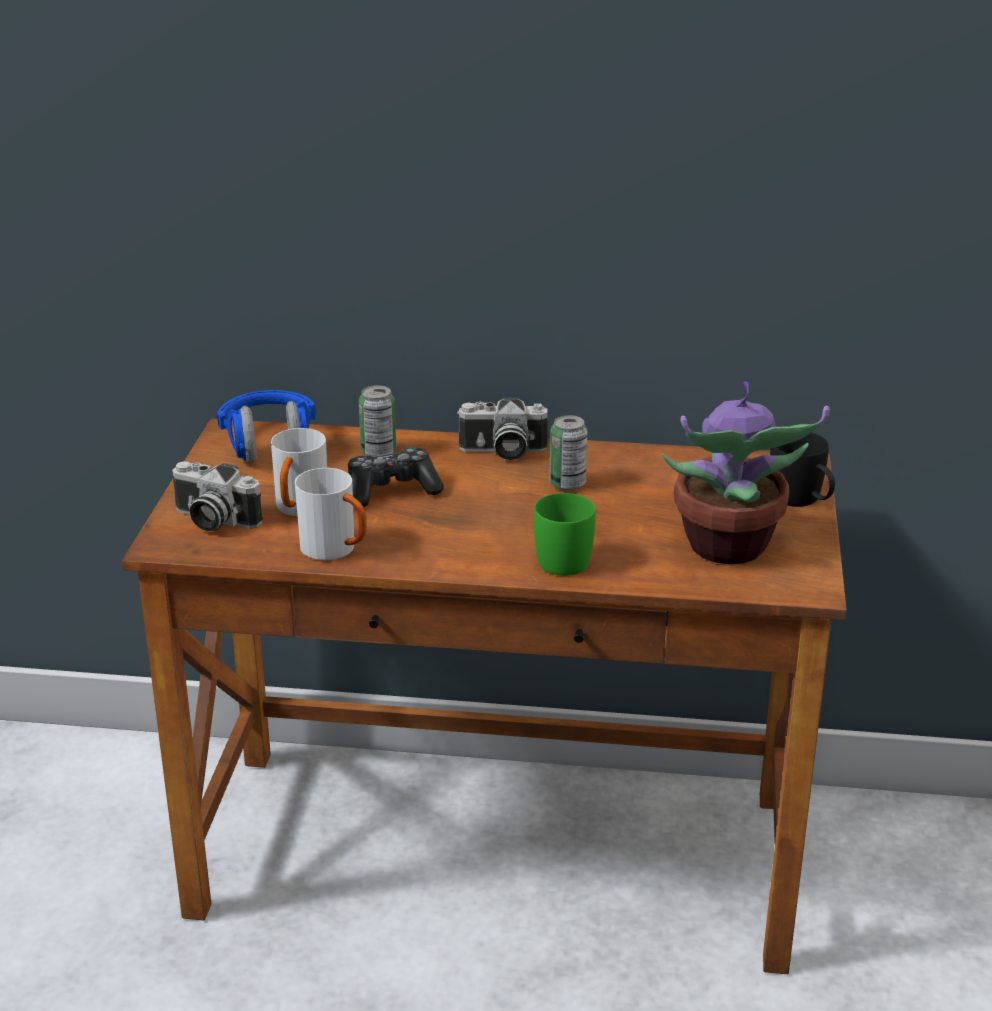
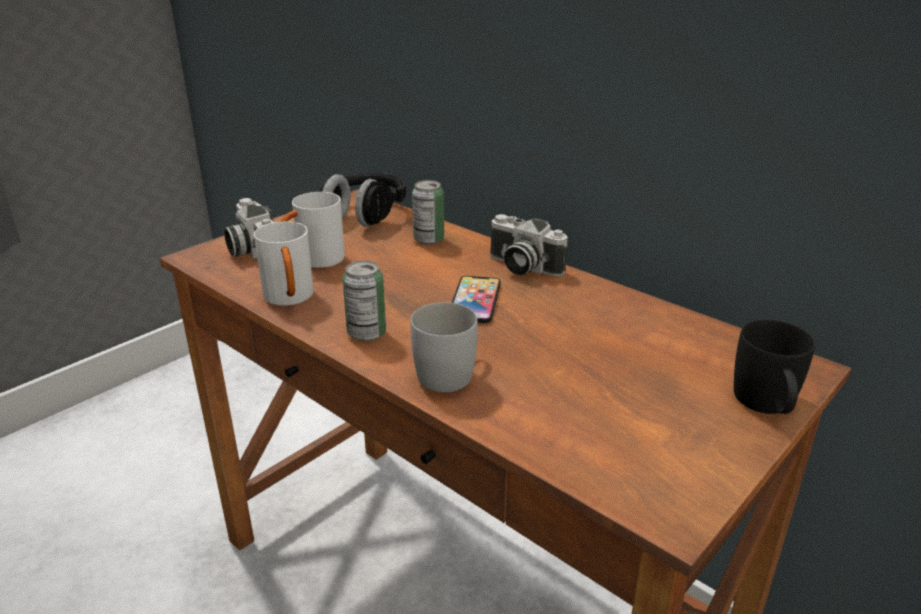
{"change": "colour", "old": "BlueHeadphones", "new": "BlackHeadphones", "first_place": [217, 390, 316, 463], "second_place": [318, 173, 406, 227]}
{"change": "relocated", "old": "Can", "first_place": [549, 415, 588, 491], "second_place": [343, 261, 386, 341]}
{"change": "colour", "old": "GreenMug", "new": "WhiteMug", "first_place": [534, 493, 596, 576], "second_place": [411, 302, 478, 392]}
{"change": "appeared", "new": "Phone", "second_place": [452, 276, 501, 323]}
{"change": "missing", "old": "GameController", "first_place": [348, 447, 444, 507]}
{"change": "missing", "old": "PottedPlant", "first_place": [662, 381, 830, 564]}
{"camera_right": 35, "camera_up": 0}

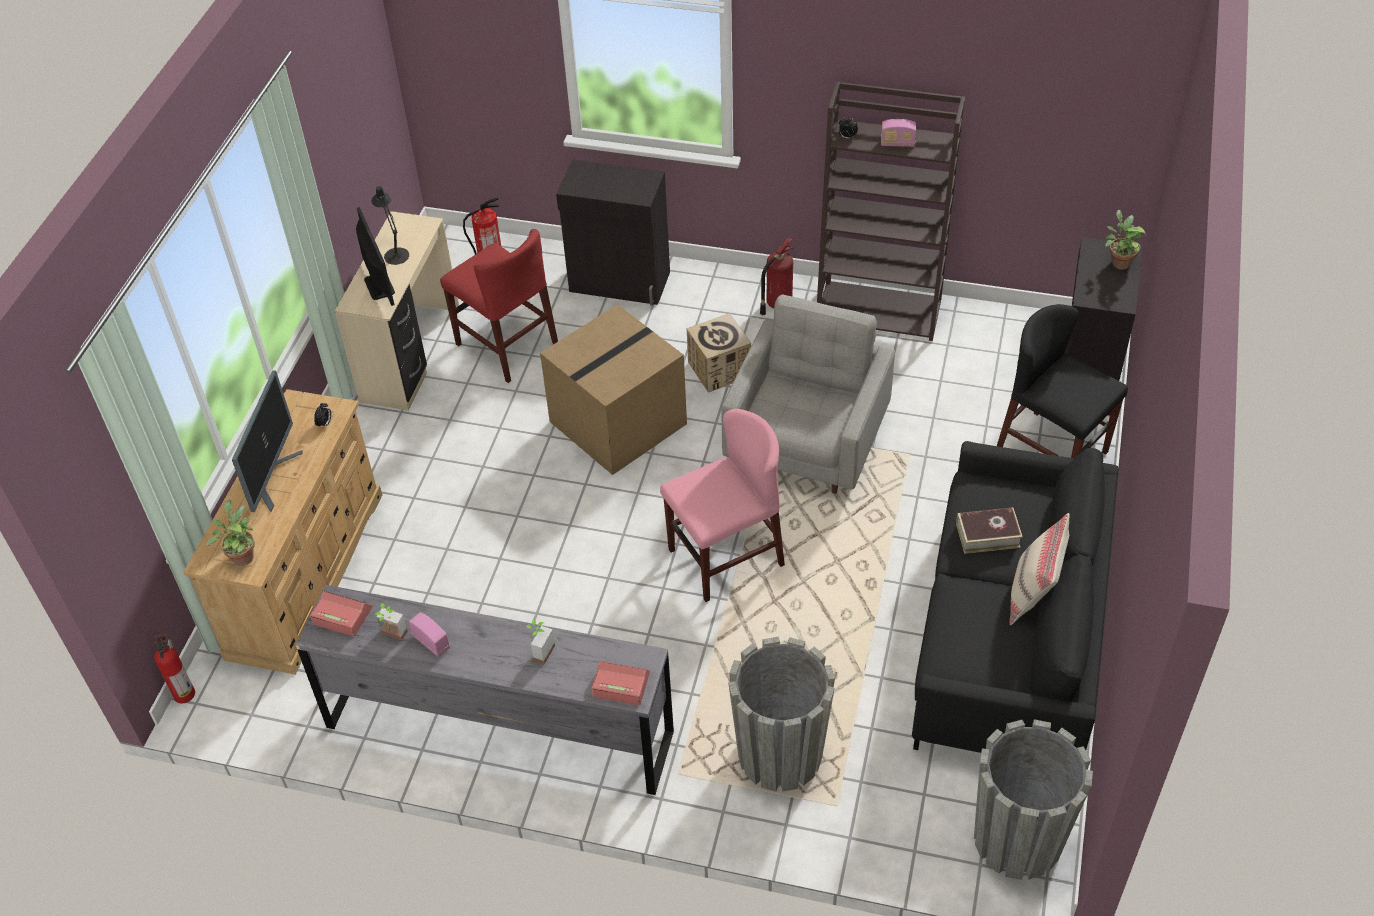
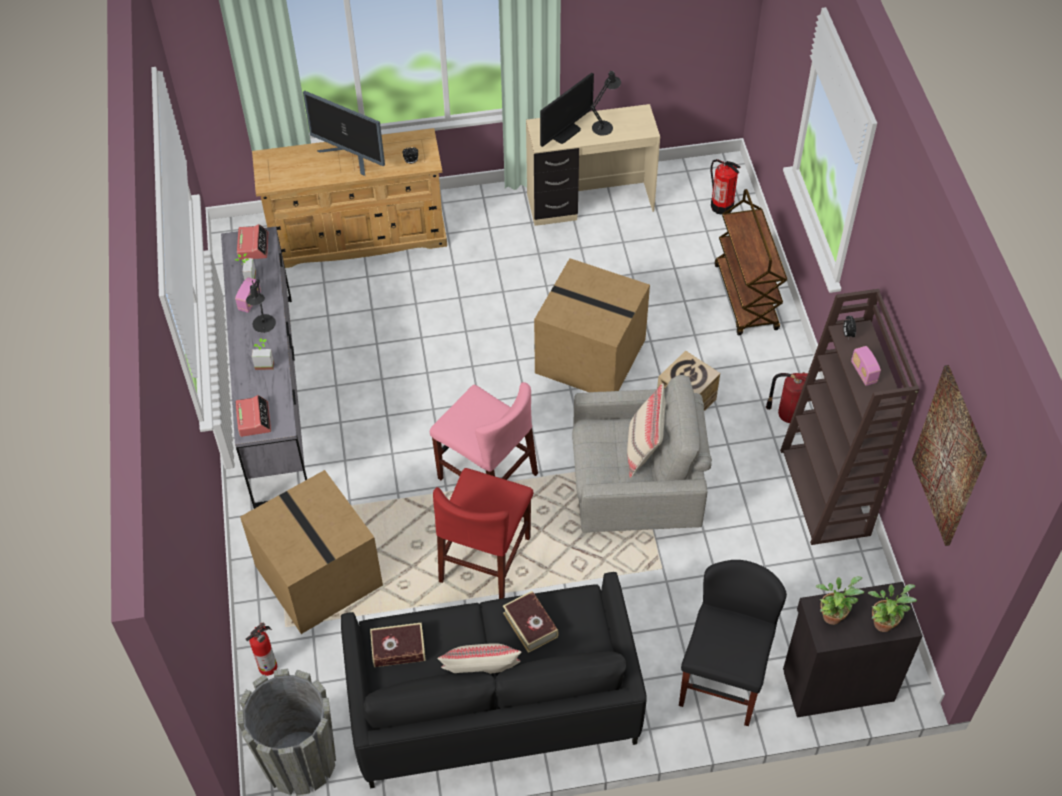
{"change": "exchanged", "old": "GreyPlanter", "new": "CardboardBox", "first_place": [728, 637, 835, 792], "second_place": [240, 470, 383, 634]}
{"change": "appeared", "new": "BlackTableLamp", "second_place": [246, 279, 276, 333]}
{"change": "relocated", "old": "FireExtinguisher", "first_place": [154, 632, 195, 703], "second_place": [246, 622, 277, 676]}
{"change": "spun", "old": "Monitor", "first_place": [232, 371, 303, 512], "second_place": [303, 91, 385, 176], "degrees": 45}
{"change": "appeared", "new": "Book", "second_place": [370, 623, 426, 667]}
{"change": "relocated", "old": "RedChair", "first_place": [440, 229, 558, 383], "second_place": [433, 468, 533, 599]}
{"change": "appeared", "new": "BeigePillow", "second_place": [627, 383, 666, 478]}
{"change": "exchanged", "old": "BlackCabinet", "new": "BrownCart", "first_place": [556, 159, 670, 306], "second_place": [715, 189, 787, 336]}
{"change": "relocated", "old": "PottedPlant", "first_place": [206, 500, 255, 566], "second_place": [816, 576, 864, 625]}
{"change": "appeared", "new": "Picture", "second_place": [912, 365, 987, 546]}
{"camera_right": 65, "camera_up": 5}

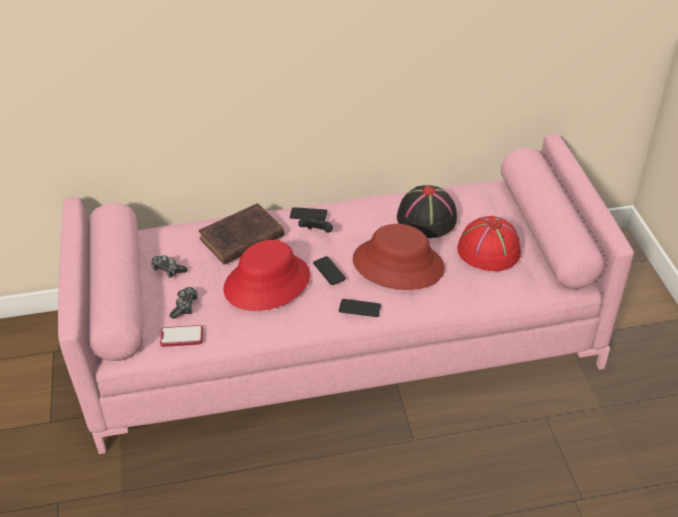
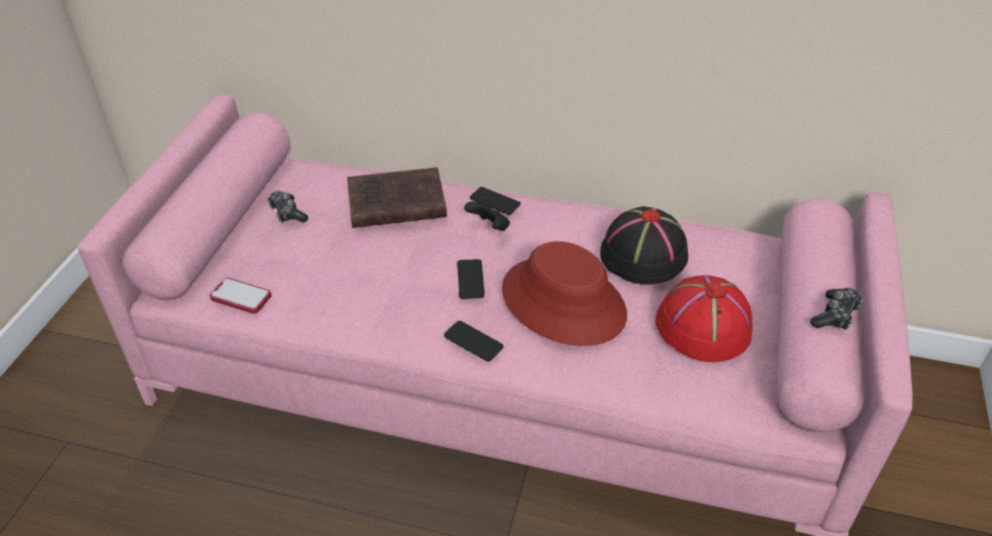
{"change": "relocated", "old": "GameController", "first_place": [170, 287, 198, 319], "second_place": [810, 288, 863, 330]}
{"change": "missing", "old": "RedHat", "first_place": [223, 240, 310, 311]}
{"camera_right": 25, "camera_up": 0}

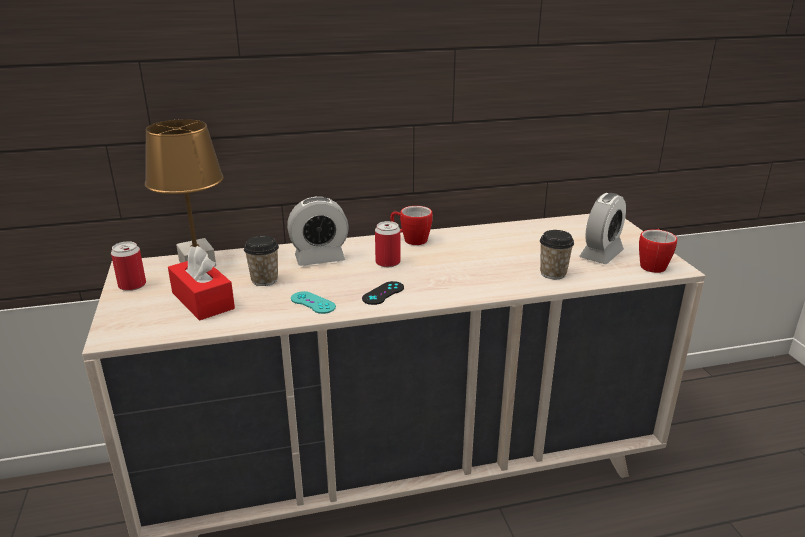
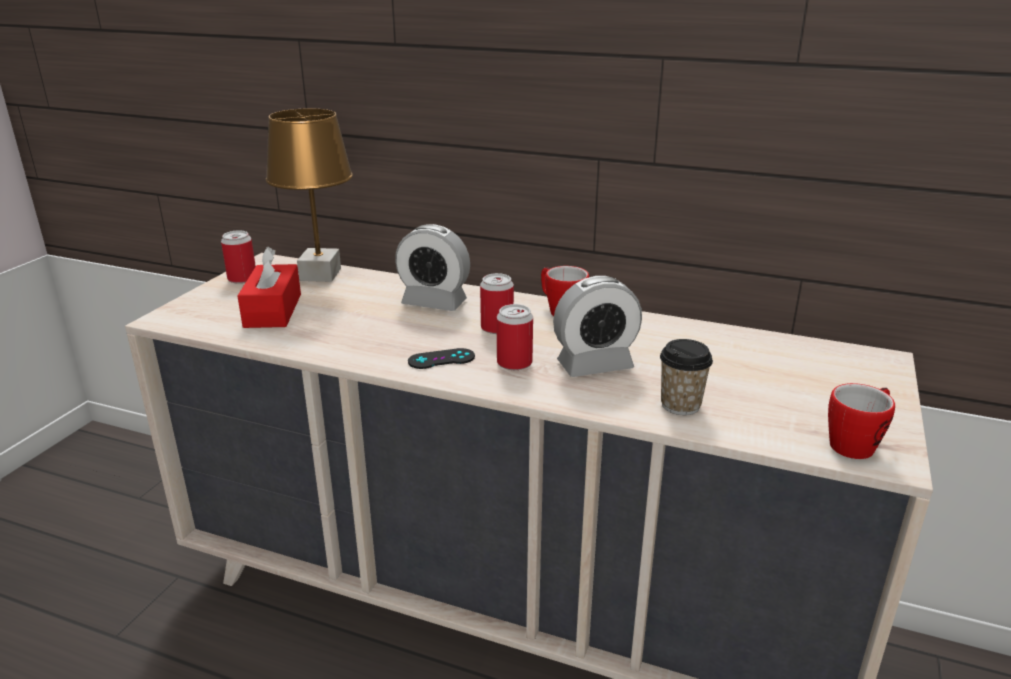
{"change": "appeared", "new": "Can", "second_place": [497, 304, 533, 370]}
{"change": "relocated", "old": "AlarmClock", "first_place": [579, 193, 626, 264], "second_place": [553, 276, 642, 377]}
{"change": "missing", "old": "Cup", "first_place": [244, 235, 279, 286]}
{"change": "missing", "old": "TurquoiseGameController", "first_place": [291, 291, 336, 314]}
{"camera_right": 35, "camera_up": 0}

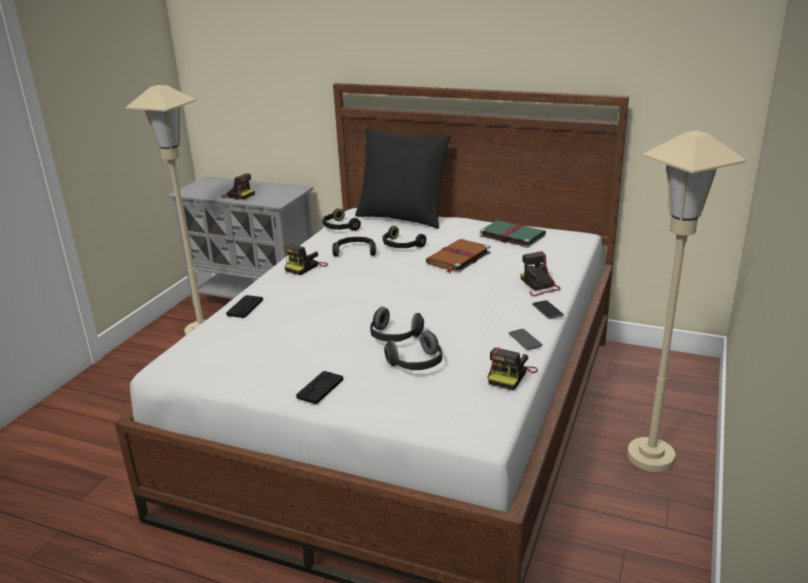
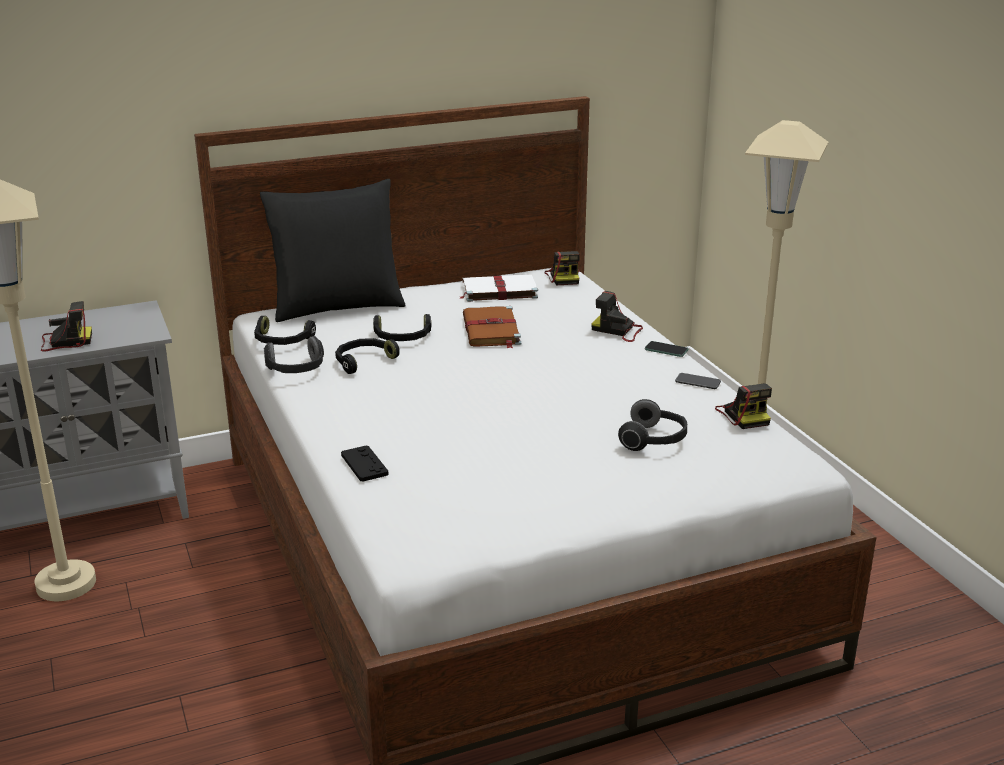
{"change": "relocated", "old": "Headphones", "first_place": [370, 307, 424, 342], "second_place": [264, 336, 324, 373]}
{"change": "colour", "old": "GreenBook", "new": "WhiteBook", "first_place": [479, 220, 546, 248], "second_place": [459, 275, 538, 302]}
{"change": "relocated", "old": "PhotoCamera", "first_place": [284, 244, 328, 275], "second_place": [545, 251, 580, 285]}
{"change": "missing", "old": "BlackGameController", "first_place": [296, 371, 343, 404]}
{"camera_right": -45, "camera_up": 0}

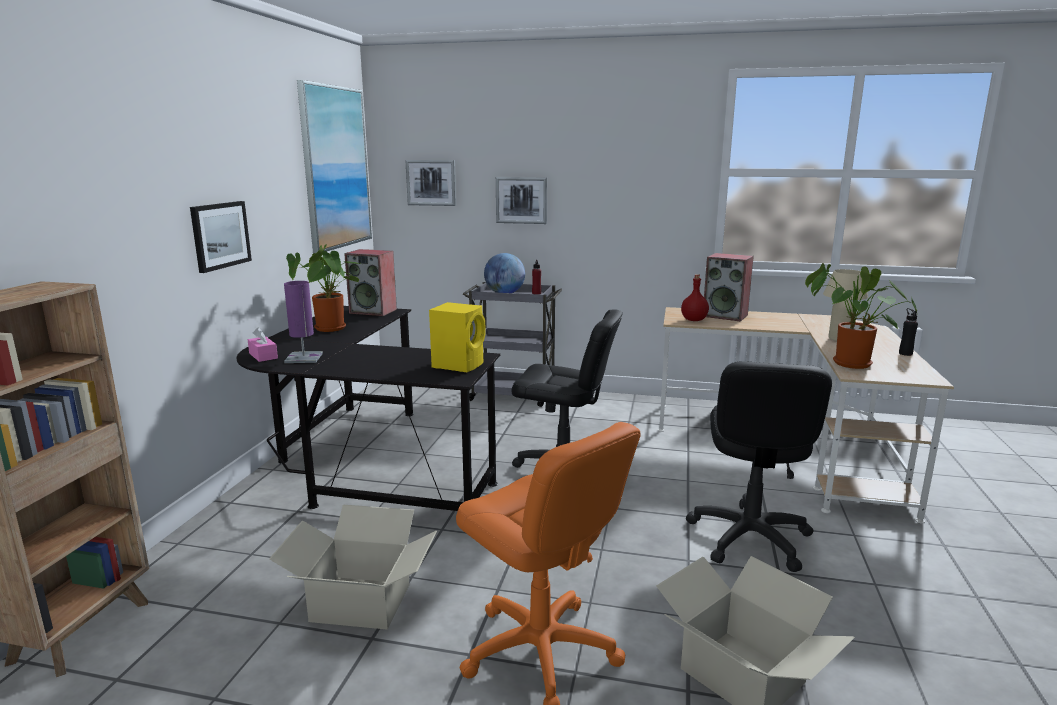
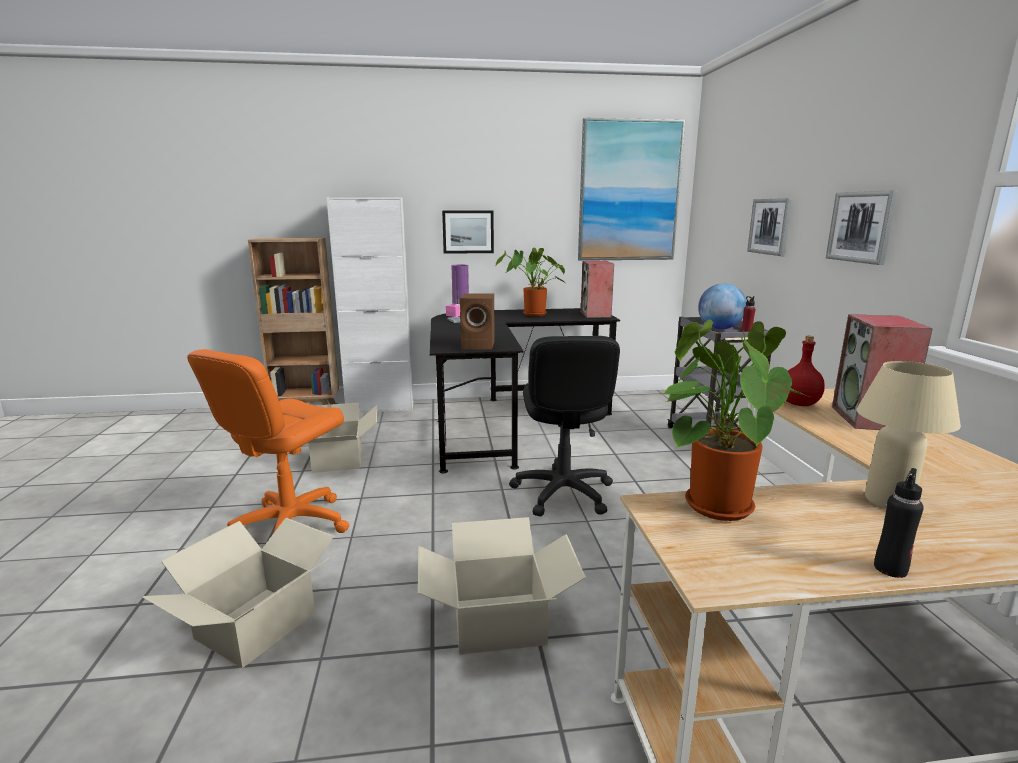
{"change": "appeared", "new": "WhiteCabinet", "second_place": [326, 197, 413, 413]}
{"change": "exchanged", "old": "BlackOfficeChair", "new": "CardboardBox", "first_place": [686, 361, 832, 572], "second_place": [418, 517, 586, 655]}
{"change": "colour", "old": "YellowSpeaker", "new": "BrownSpeaker", "first_place": [429, 302, 486, 372], "second_place": [460, 293, 495, 349]}
{"change": "relocated", "old": "Picture", "first_place": [405, 160, 456, 206], "second_place": [826, 190, 898, 265]}
{"camera_right": 70, "camera_up": 0}

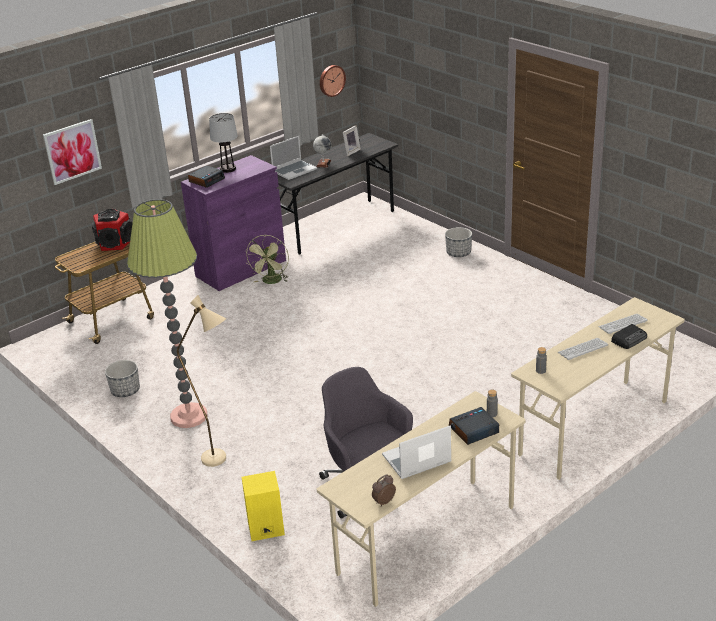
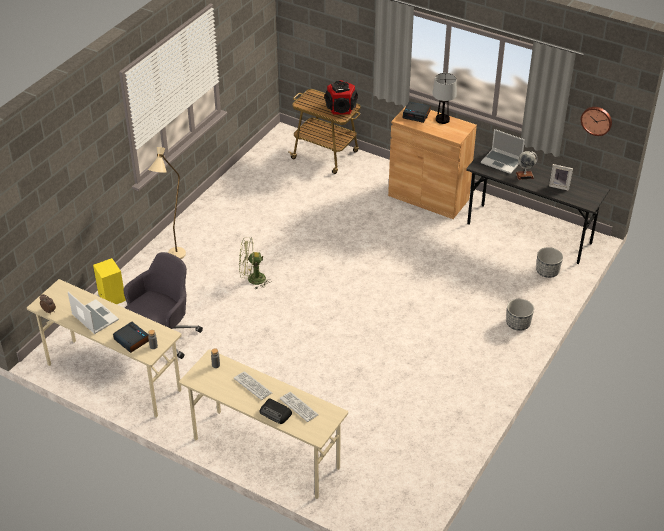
{"change": "relocated", "old": "GreenFan", "first_place": [245, 235, 289, 284], "second_place": [239, 238, 272, 289]}
{"change": "colour", "old": "PurpleCabinet", "new": "BrownCabinet", "first_place": [181, 155, 286, 291], "second_place": [388, 105, 477, 219]}
{"change": "relocated", "old": "Planter", "first_place": [105, 360, 140, 397], "second_place": [536, 247, 563, 278]}
{"change": "missing", "old": "Picture", "first_place": [43, 119, 102, 185]}
{"change": "missing", "old": "FloorLamp", "first_place": [127, 199, 208, 428]}
{"camera_right": 70, "camera_up": 10}

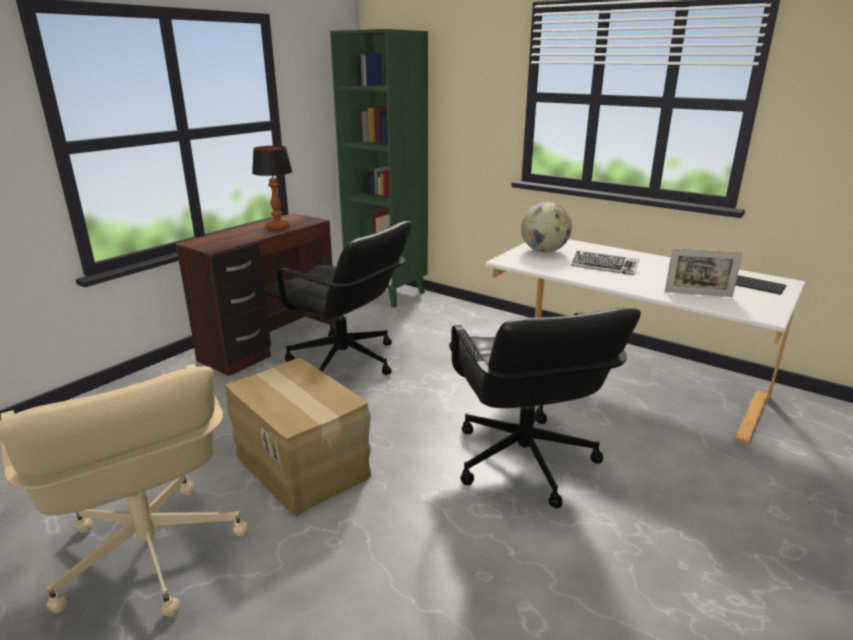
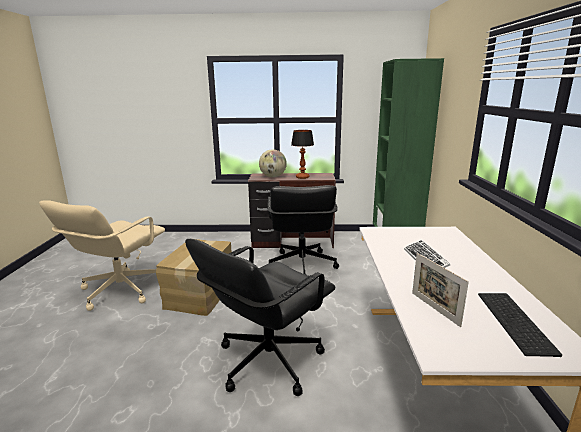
{"change": "relocated", "old": "Globe", "first_place": [521, 202, 572, 253], "second_place": [259, 149, 287, 177]}
{"camera_right": 55, "camera_up": -5}

